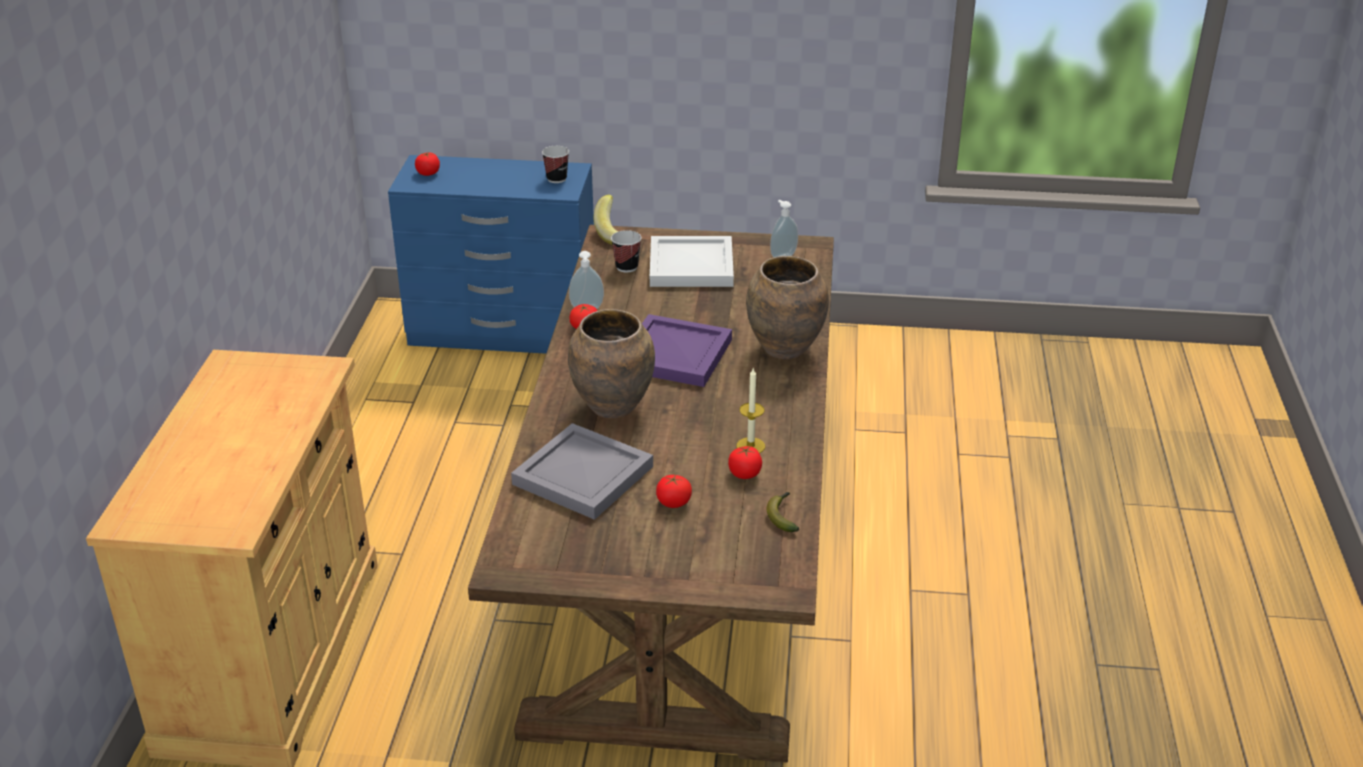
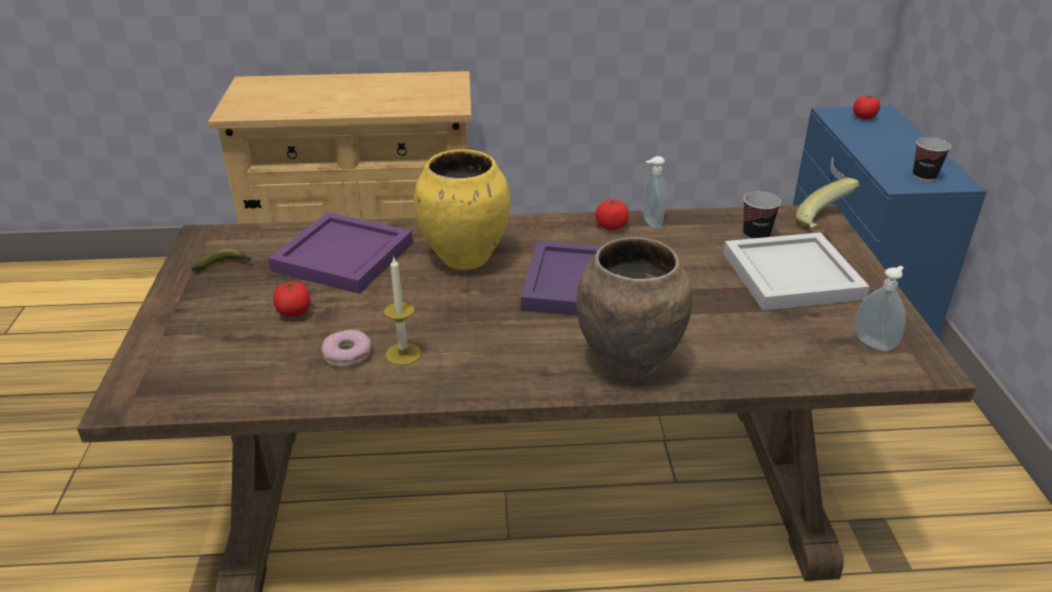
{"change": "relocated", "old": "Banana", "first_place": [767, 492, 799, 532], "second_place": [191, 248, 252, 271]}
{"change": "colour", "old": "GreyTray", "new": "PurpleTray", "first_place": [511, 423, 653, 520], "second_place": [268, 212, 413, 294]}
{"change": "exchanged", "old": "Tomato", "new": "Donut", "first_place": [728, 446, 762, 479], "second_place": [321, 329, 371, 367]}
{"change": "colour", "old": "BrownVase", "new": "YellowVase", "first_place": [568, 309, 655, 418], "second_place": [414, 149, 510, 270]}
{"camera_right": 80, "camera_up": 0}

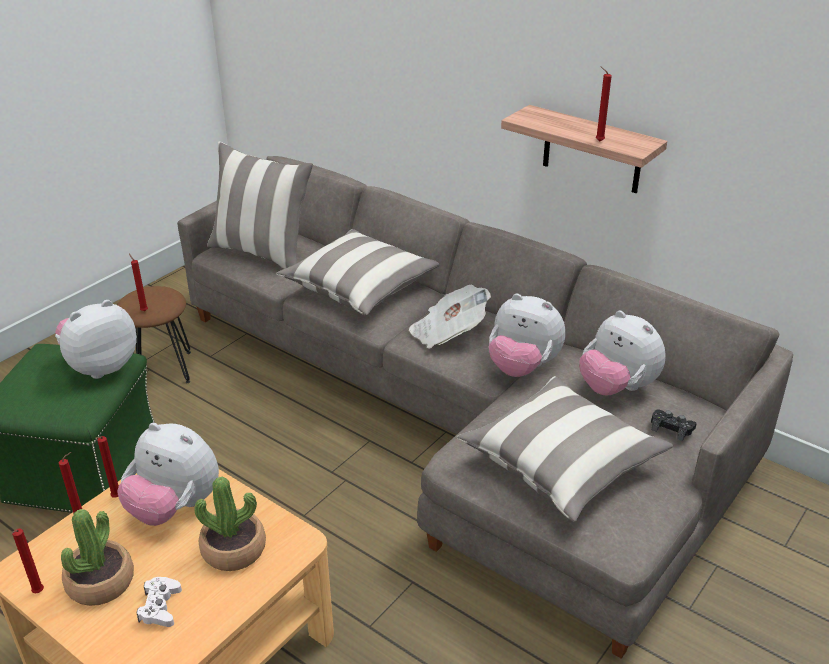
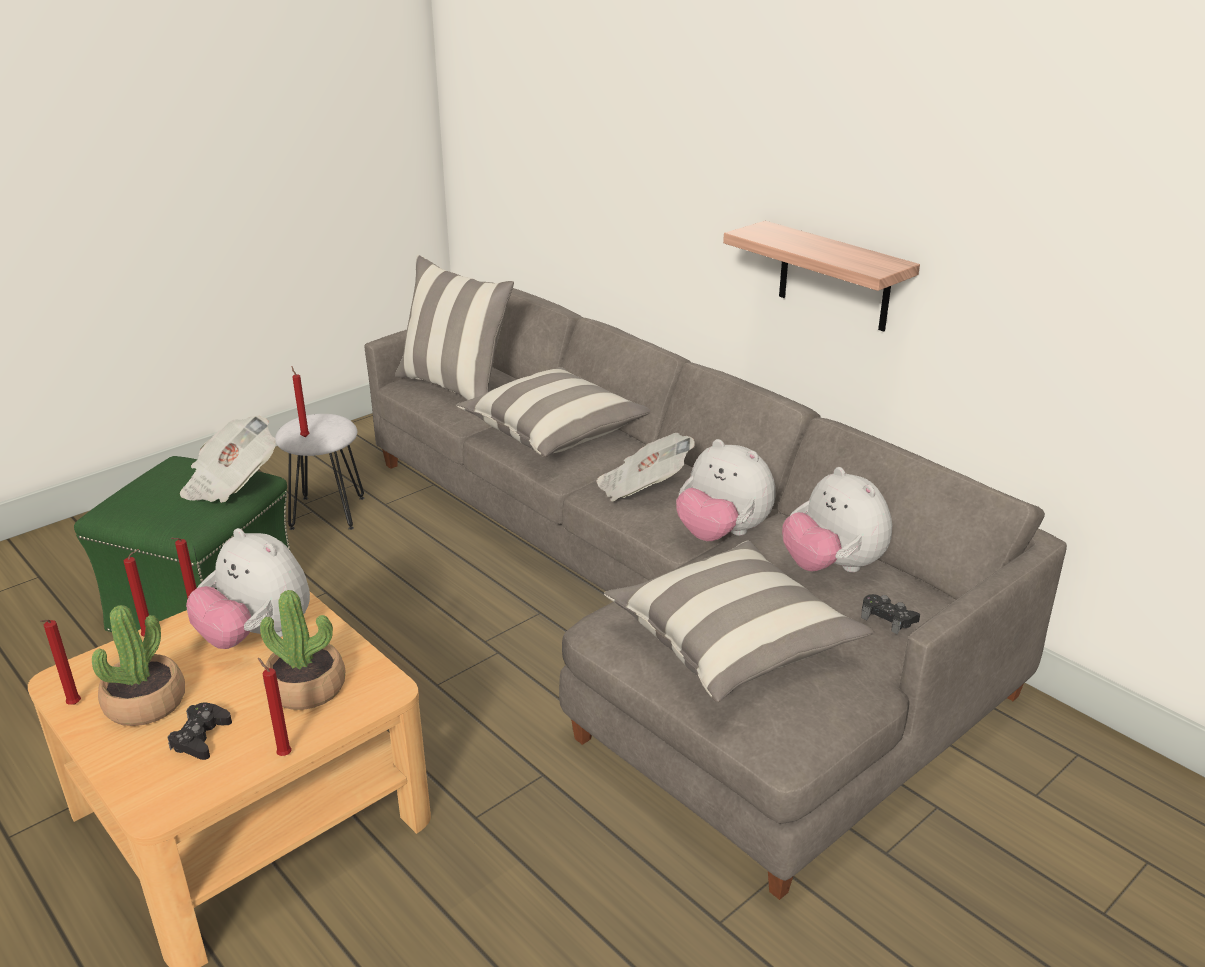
{"change": "colour", "old": "WhiteGameController", "new": "BlackGameController", "first_place": [137, 577, 182, 627], "second_place": [167, 702, 232, 760]}
{"change": "exchanged", "old": "PlushToy", "new": "Newspaper", "first_place": [55, 300, 137, 379], "second_place": [180, 416, 276, 503]}
{"change": "relocated", "old": "RedCandle", "first_place": [596, 66, 612, 141], "second_place": [258, 658, 292, 756]}
{"change": "colour", "old": "BrownStool", "new": "WhiteStool", "first_place": [117, 286, 191, 383], "second_place": [275, 414, 364, 530]}
{"camera_right": 10, "camera_up": -5}

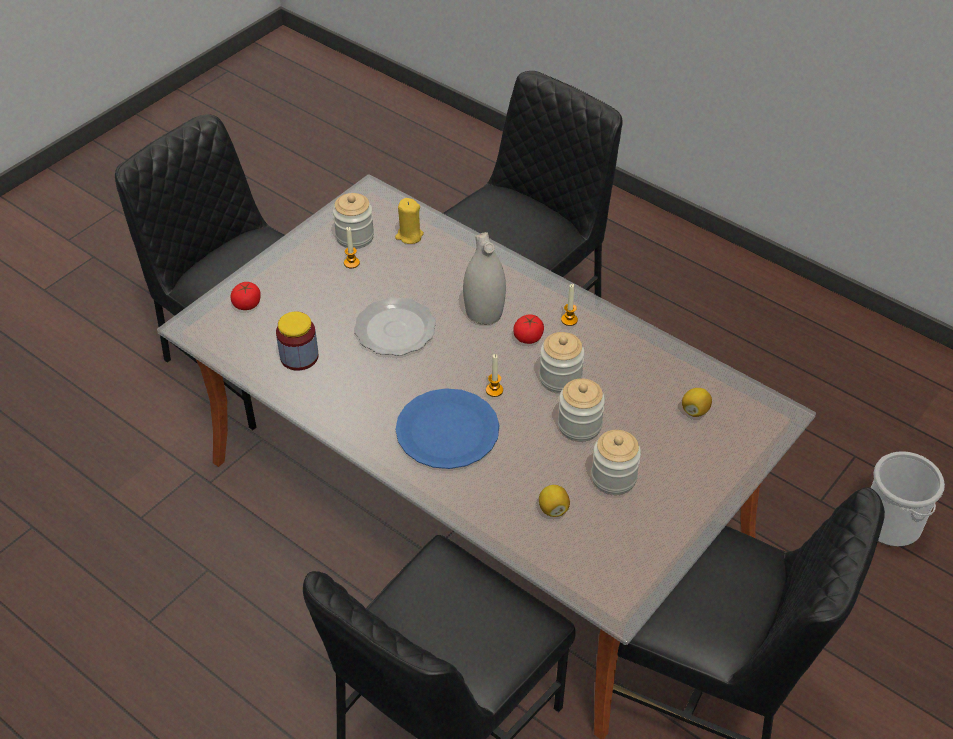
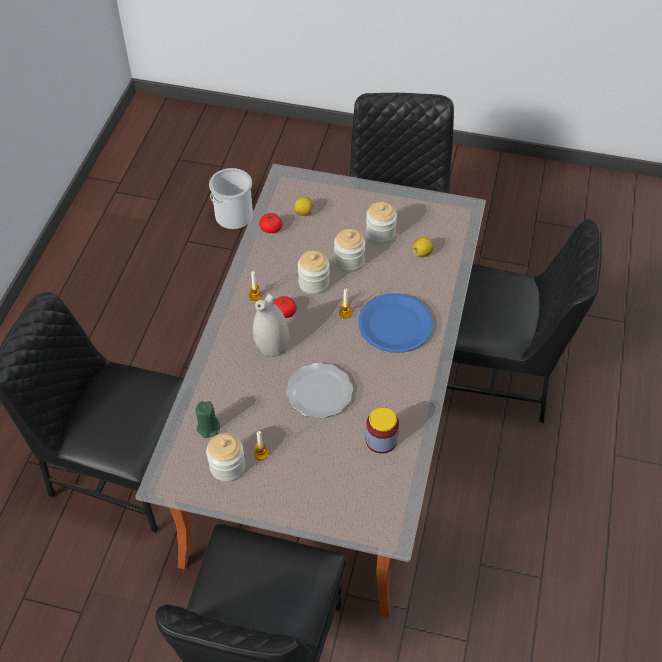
{"change": "colour", "old": "YellowCandle", "new": "GreenCandle", "first_place": [395, 198, 424, 244], "second_place": [195, 401, 220, 438]}
{"change": "relocated", "old": "Tomato", "first_place": [230, 282, 261, 310], "second_place": [259, 213, 282, 233]}
{"camera_right": -115, "camera_up": 5}

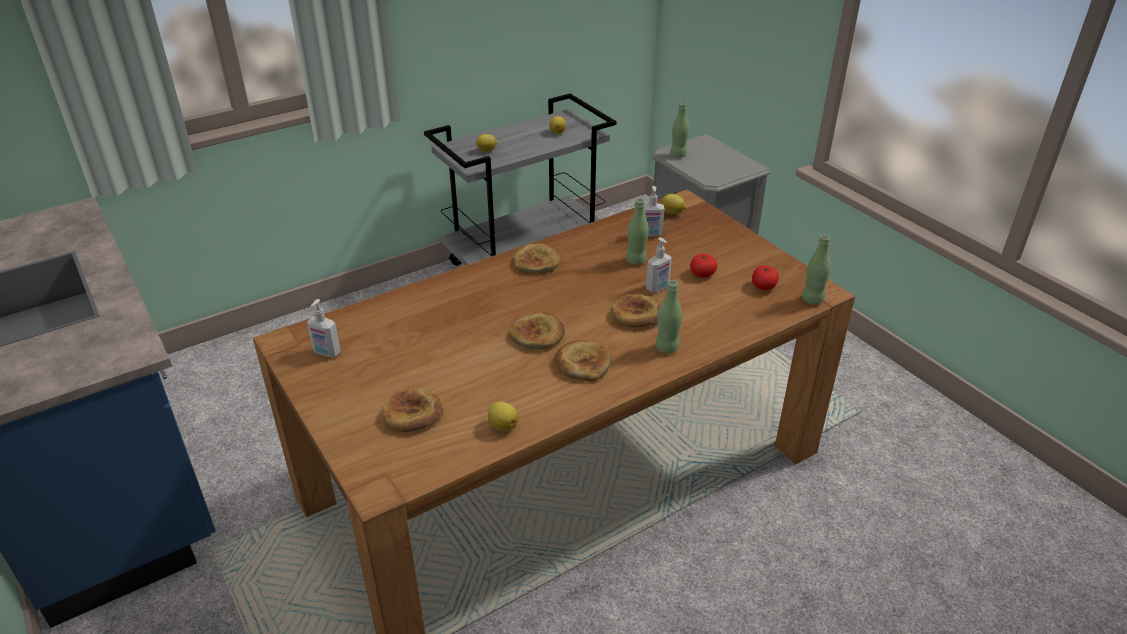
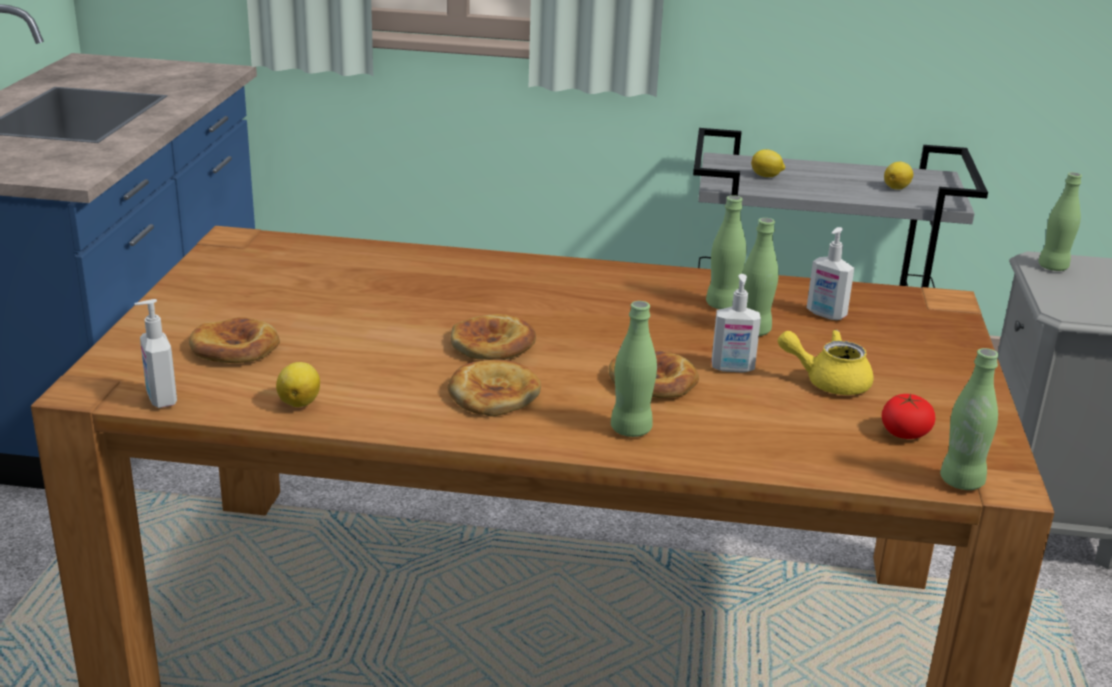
{"change": "relocated", "old": "SoapDispenser", "first_place": [307, 299, 341, 357], "second_place": [134, 299, 177, 408]}
{"change": "appeared", "new": "GreenBottle", "second_place": [706, 195, 747, 309]}
{"change": "exchanged", "old": "Tomato", "new": "YellowTeapot", "first_place": [690, 254, 717, 278], "second_place": [778, 330, 873, 395]}
{"change": "missing", "old": "Bread", "first_place": [513, 243, 561, 274]}
{"change": "missing", "old": "Lemon", "first_place": [661, 194, 686, 215]}
{"camera_right": 40, "camera_up": -10}

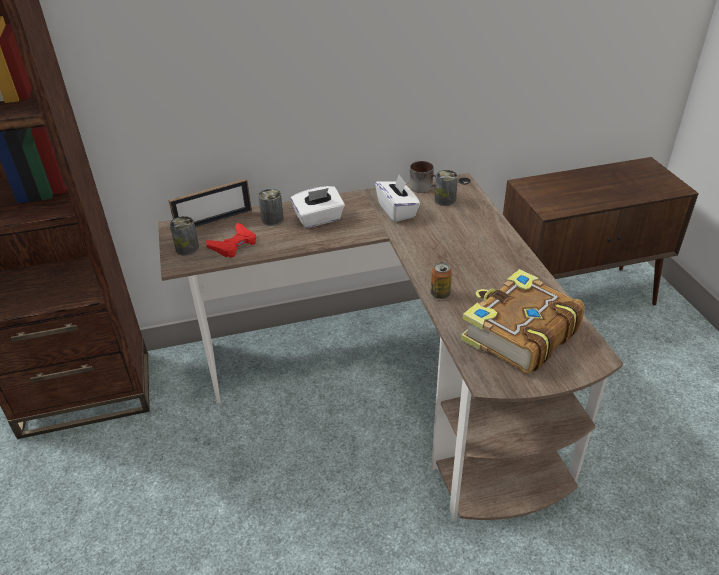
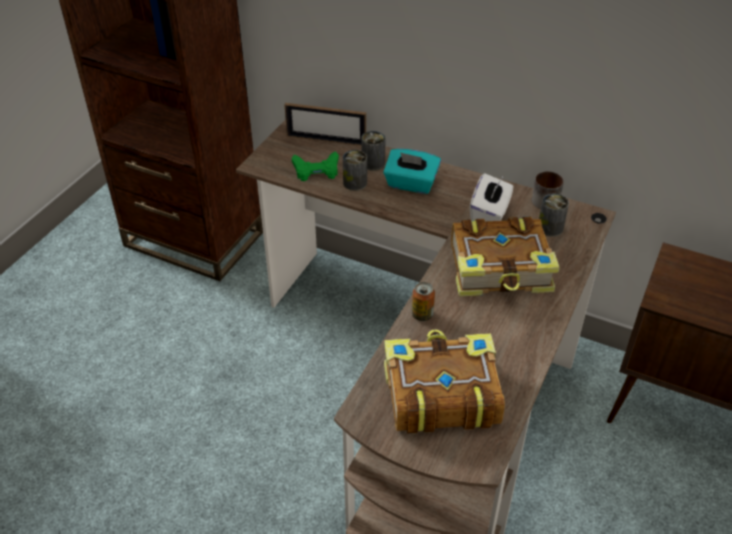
{"change": "colour", "old": "RedGameController", "new": "GreenGameController", "first_place": [206, 223, 256, 258], "second_place": [292, 151, 339, 181]}
{"change": "relocated", "old": "Can", "first_place": [170, 216, 199, 256], "second_place": [343, 150, 367, 191]}
{"change": "colour", "old": "WhiteTissueBox", "new": "TurquoiseTissueBox", "first_place": [291, 186, 345, 228], "second_place": [383, 149, 441, 194]}
{"change": "appeared", "new": "Book", "second_place": [451, 217, 560, 296]}
{"camera_right": 40, "camera_up": 5}

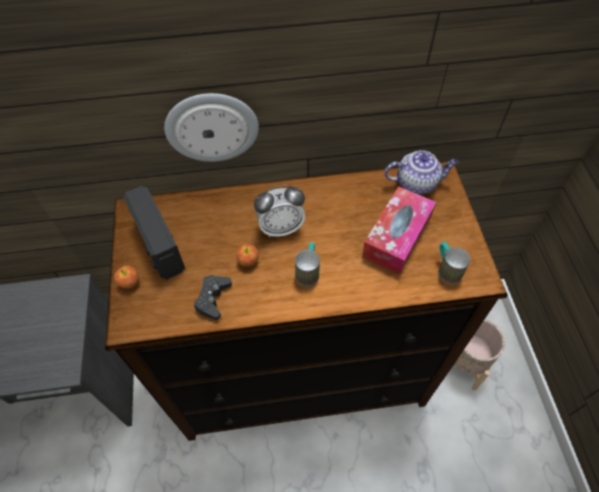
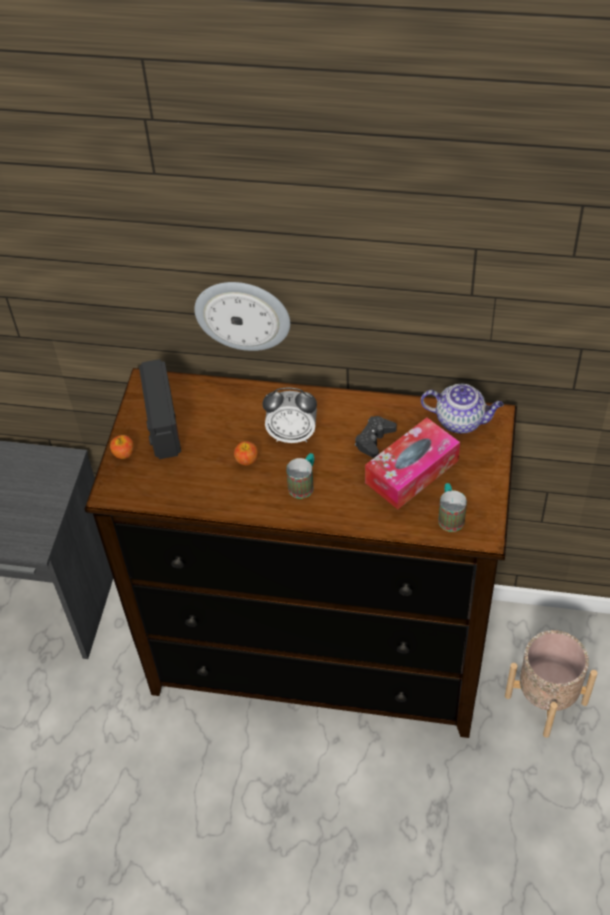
{"change": "relocated", "old": "BlackGameController", "first_place": [194, 275, 232, 320], "second_place": [355, 416, 397, 458]}
{"camera_right": 20, "camera_up": -5}

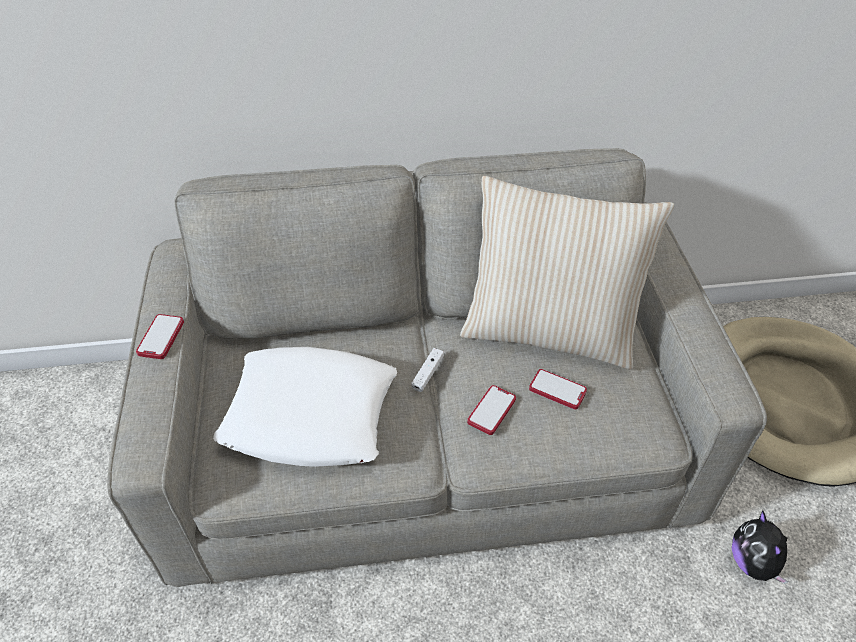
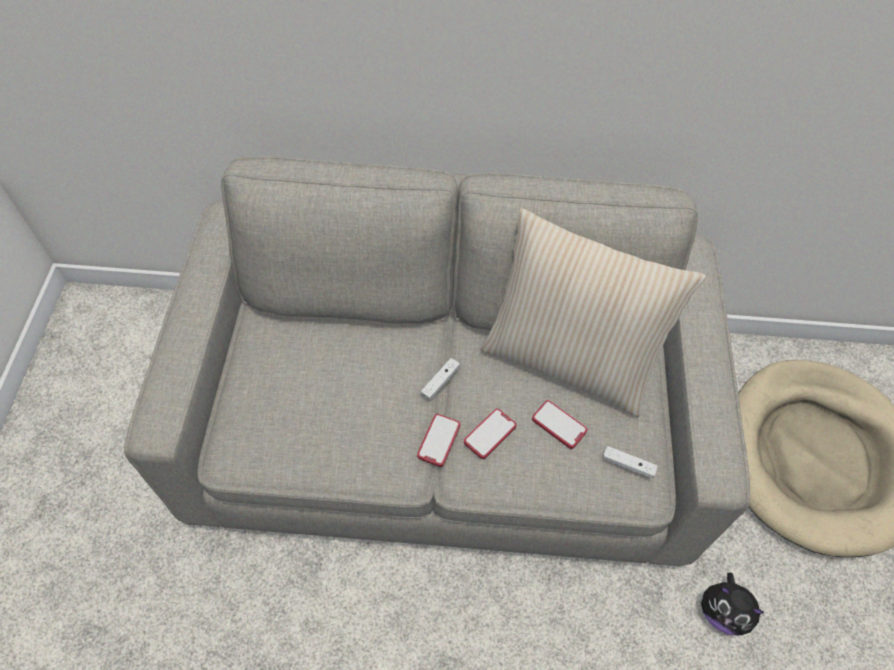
{"change": "relocated", "old": "Phone", "first_place": [136, 314, 184, 359], "second_place": [417, 414, 460, 467]}
{"change": "appeared", "new": "WhiteGameController", "second_place": [603, 446, 658, 478]}
{"change": "spun", "old": "PlushToy", "first_place": [732, 510, 788, 584], "second_place": [701, 573, 765, 635], "degrees": -60}
{"change": "missing", "old": "WhitePillow", "first_place": [213, 347, 397, 467]}
{"camera_right": 10, "camera_up": 10}

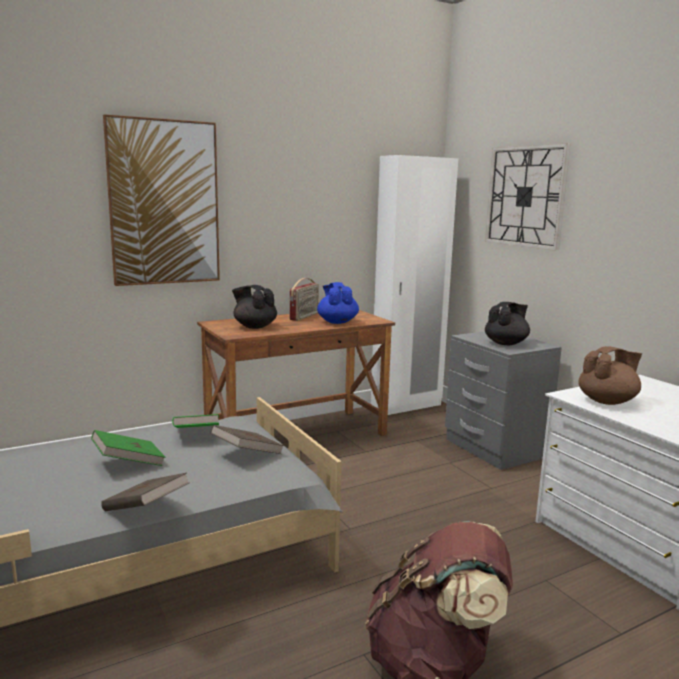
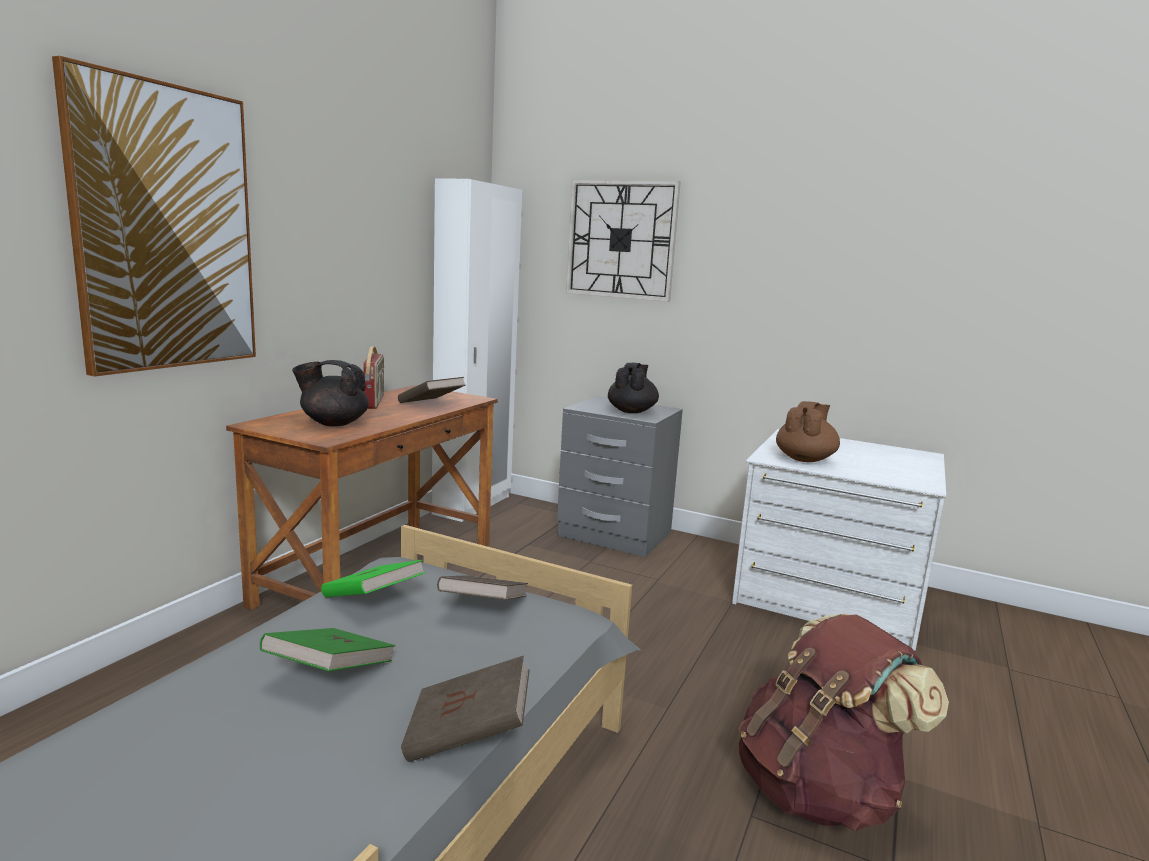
{"change": "exchanged", "old": "BlueTeapot", "new": "BrownBook", "first_place": [317, 282, 359, 324], "second_place": [398, 377, 466, 403]}
{"camera_right": -35, "camera_up": 0}

